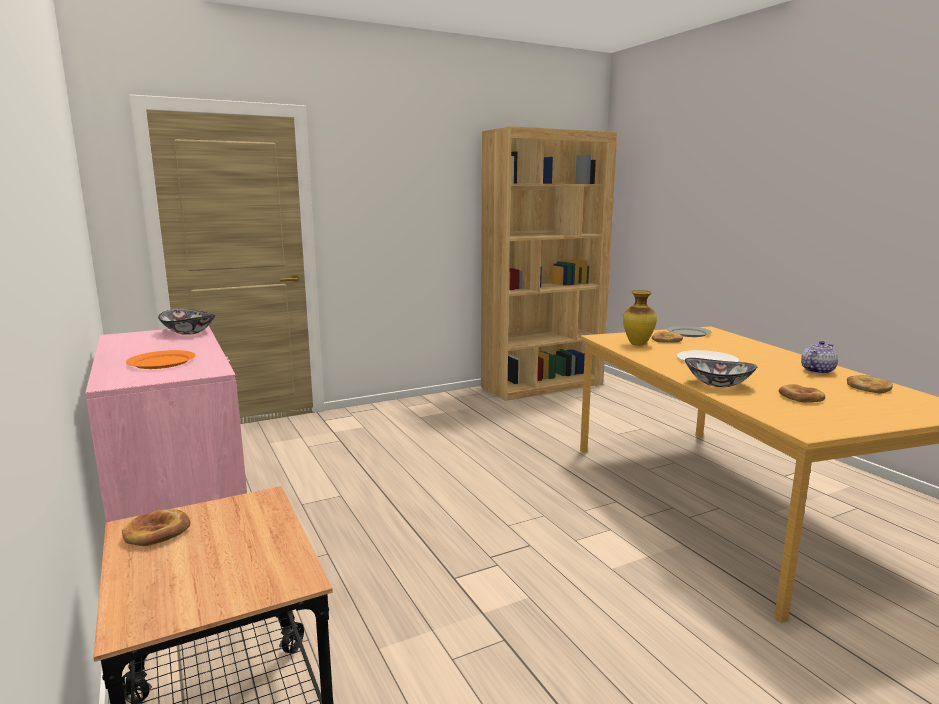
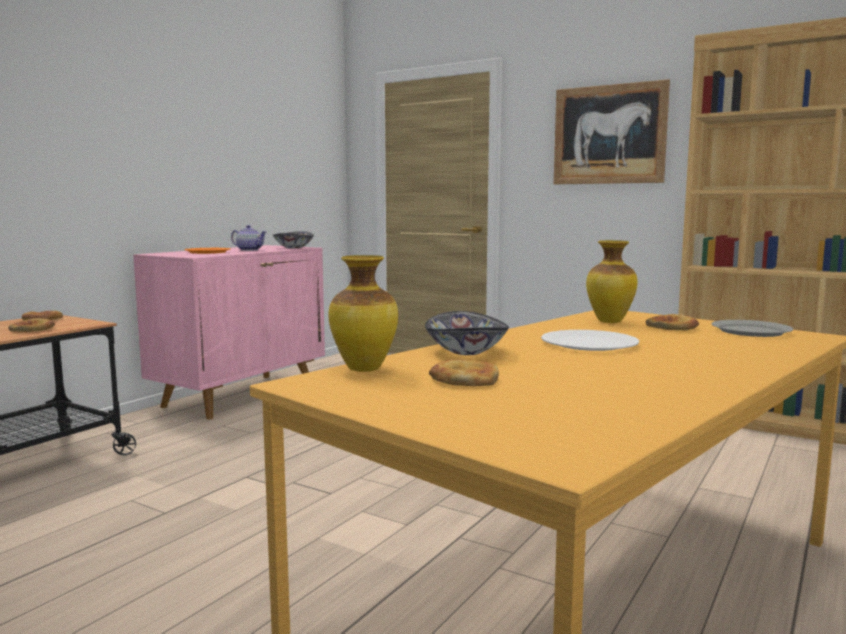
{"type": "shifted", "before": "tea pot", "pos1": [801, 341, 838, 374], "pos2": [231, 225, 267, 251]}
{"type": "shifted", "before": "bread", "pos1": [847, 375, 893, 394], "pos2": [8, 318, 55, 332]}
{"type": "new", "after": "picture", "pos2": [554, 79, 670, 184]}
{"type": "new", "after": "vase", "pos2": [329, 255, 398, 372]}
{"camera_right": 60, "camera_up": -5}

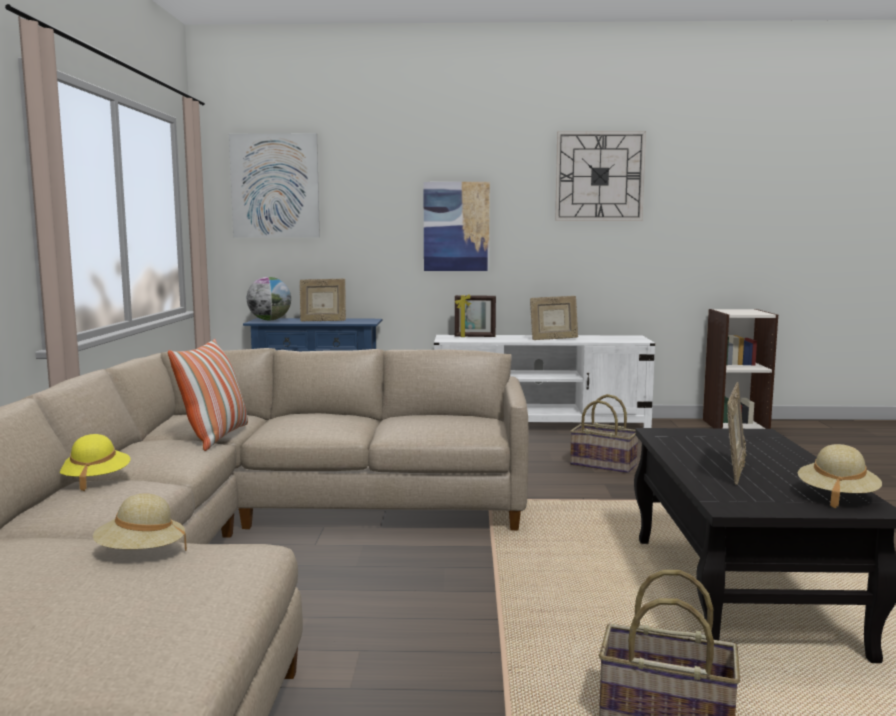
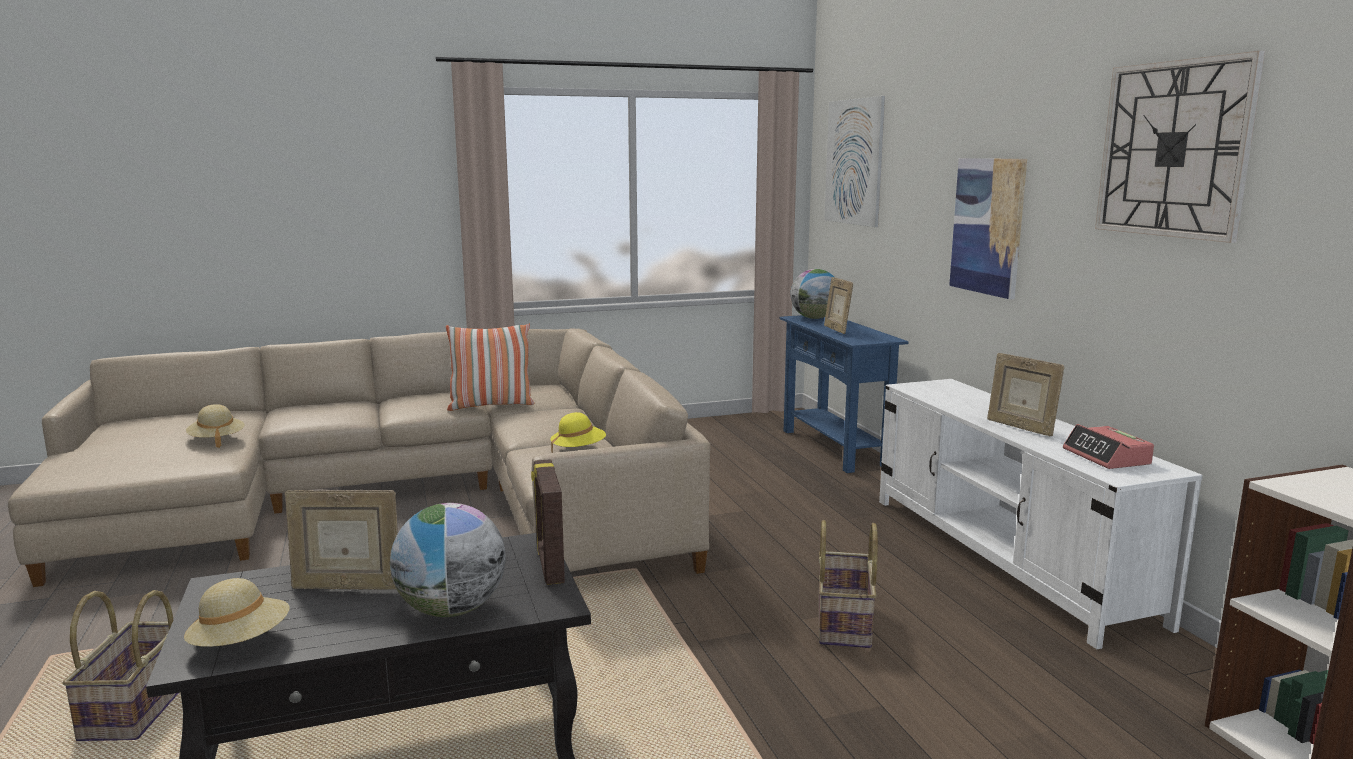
{"type": "shifted", "before": "picture frame", "pos1": [455, 294, 496, 337], "pos2": [531, 459, 565, 585]}
{"type": "shifted", "before": "hat (yellow)", "pos1": [59, 434, 131, 491], "pos2": [550, 412, 606, 453]}
{"type": "new", "after": "bedside clock", "pos2": [1063, 424, 1154, 469]}
{"type": "new", "after": "globe", "pos2": [390, 503, 506, 617]}
{"camera_right": 70, "camera_up": 5}

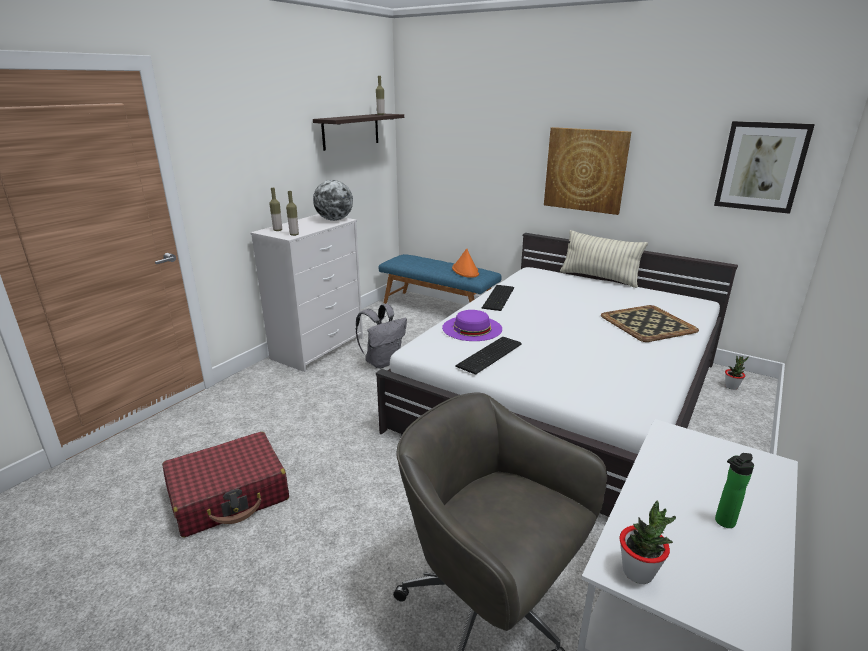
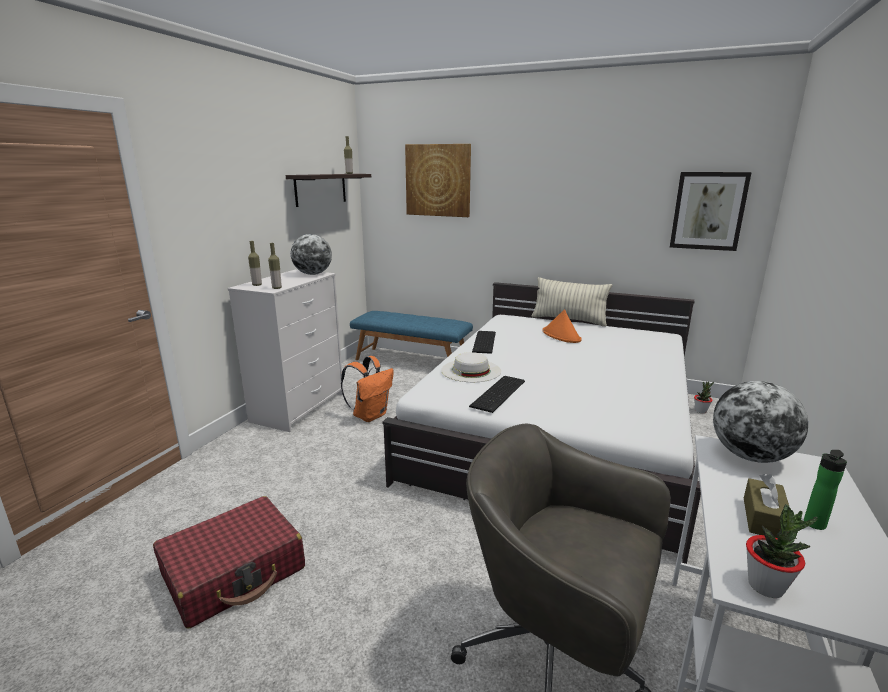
{"type": "shifted", "before": "picture", "pos1": [544, 127, 631, 215], "pos2": [405, 144, 471, 217]}
{"type": "shifted", "before": "hat (orangey)", "pos1": [452, 249, 479, 278], "pos2": [542, 309, 582, 343]}
{"type": "repainted", "before": "rucksack (gray)", "after": "rucksack (orangey)", "pos1": [356, 304, 407, 369], "pos2": [341, 356, 394, 422]}
{"type": "gone", "before": "serving tray", "pos1": [601, 305, 699, 342]}
{"type": "repainted", "before": "hat (purplish)", "after": "hat (white-coloured)", "pos1": [442, 310, 502, 341], "pos2": [441, 352, 501, 382]}
{"type": "new", "after": "globe", "pos2": [713, 381, 808, 463]}
{"type": "new", "after": "tissue box (brown)", "pos2": [744, 474, 790, 538]}
{"camera_right": -10, "camera_up": -5}

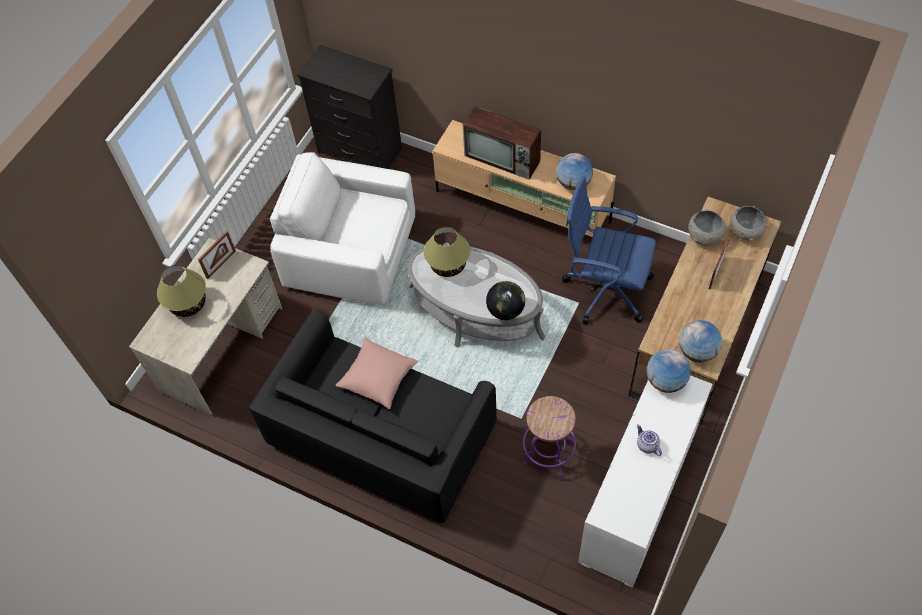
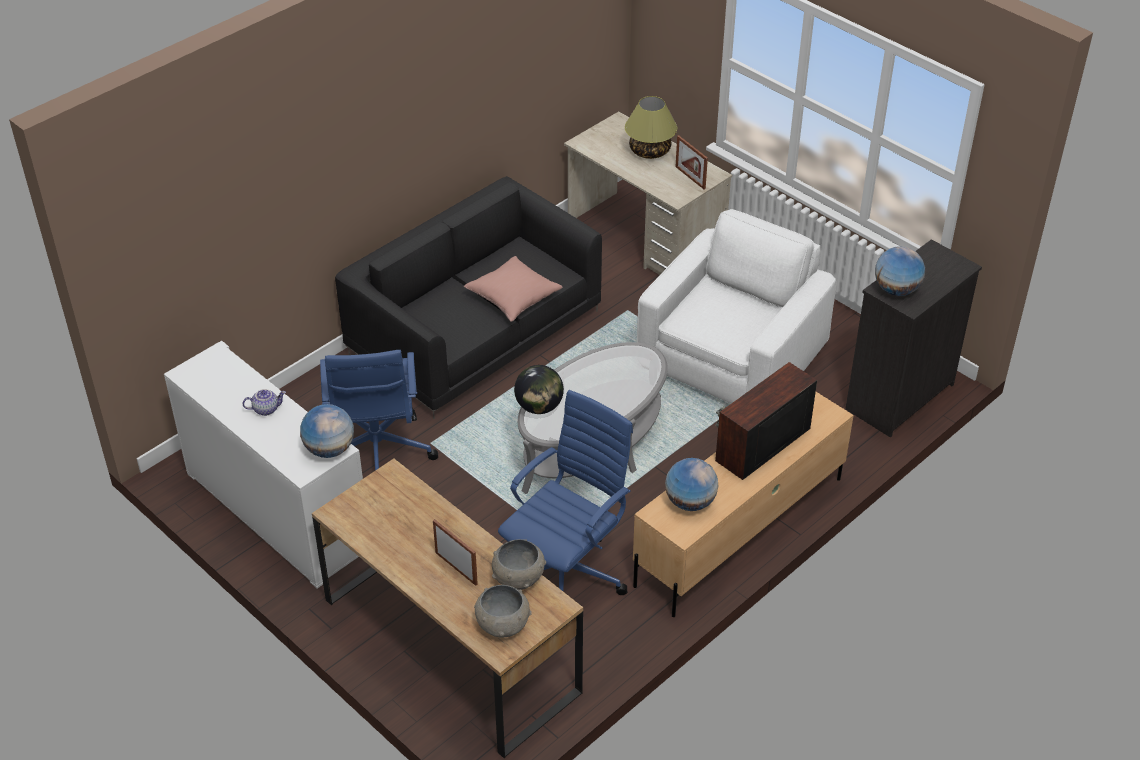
{"type": "gone", "before": "tabletop lamp", "pos1": [424, 227, 470, 277]}
{"type": "shifted", "before": "globe", "pos1": [679, 320, 722, 362], "pos2": [875, 246, 925, 296]}
{"type": "swapped", "before": "stool seat (purplish)", "after": "desk chair (bluish)", "pos1": [523, 396, 576, 476], "pos2": [320, 350, 438, 471]}
{"camera_right": 105, "camera_up": -15}

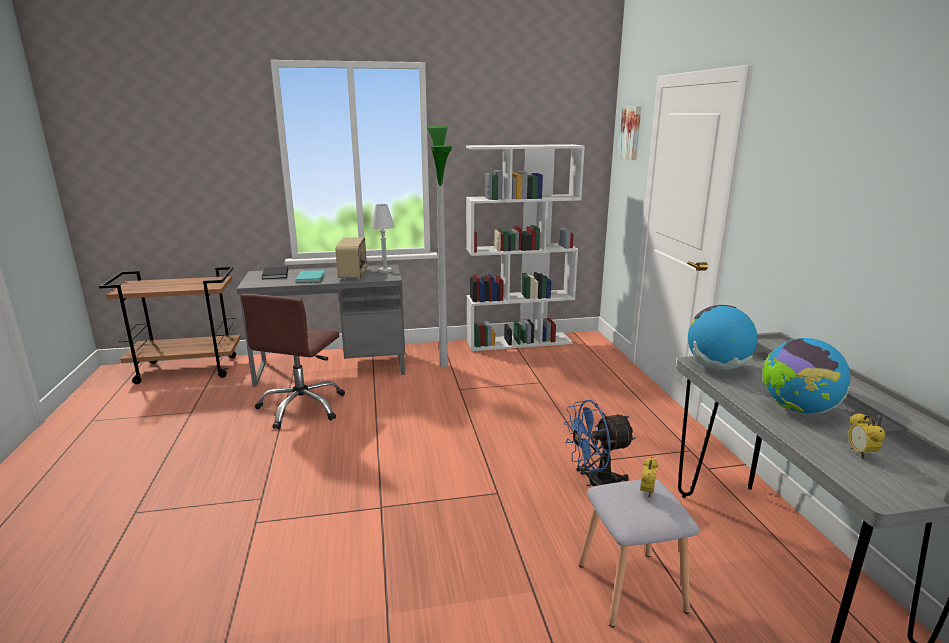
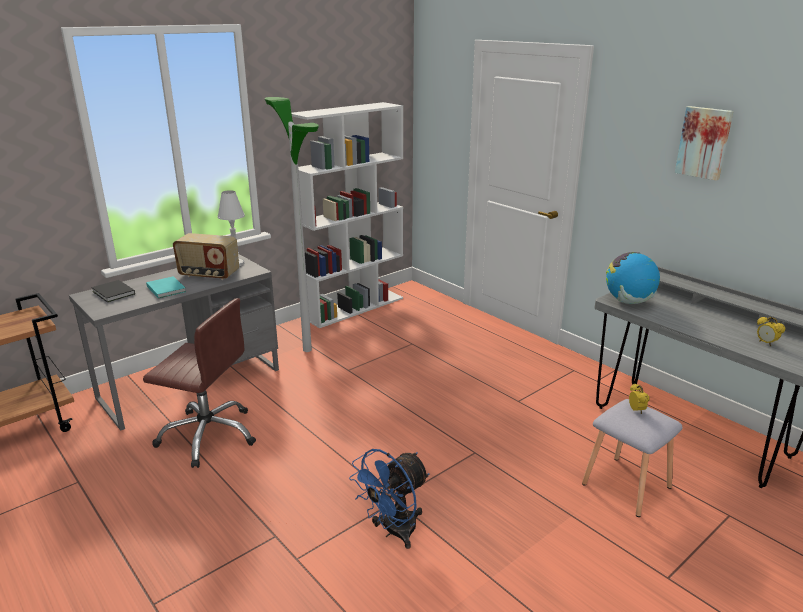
{"type": "shifted", "before": "picture", "pos1": [618, 106, 641, 160], "pos2": [675, 106, 733, 181]}
{"type": "rotated", "before": "radio set", "pos1": [336, 237, 368, 279], "pos2": [173, 233, 239, 280], "turn": 135}
{"type": "rotated", "before": "desk chair (brown)", "pos1": [241, 294, 345, 429], "pos2": [143, 298, 256, 468], "turn": -60}
{"type": "gone", "before": "globe", "pos1": [762, 338, 850, 414]}
{"type": "shifted", "before": "fan (bluish)", "pos1": [564, 400, 635, 486], "pos2": [349, 449, 430, 549]}
{"camera_right": -30, "camera_up": 5}

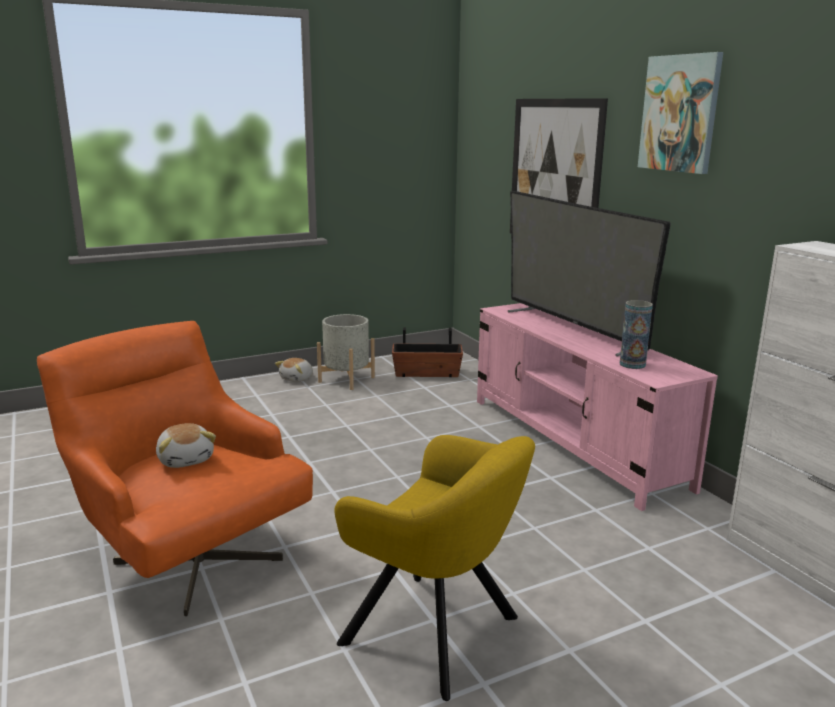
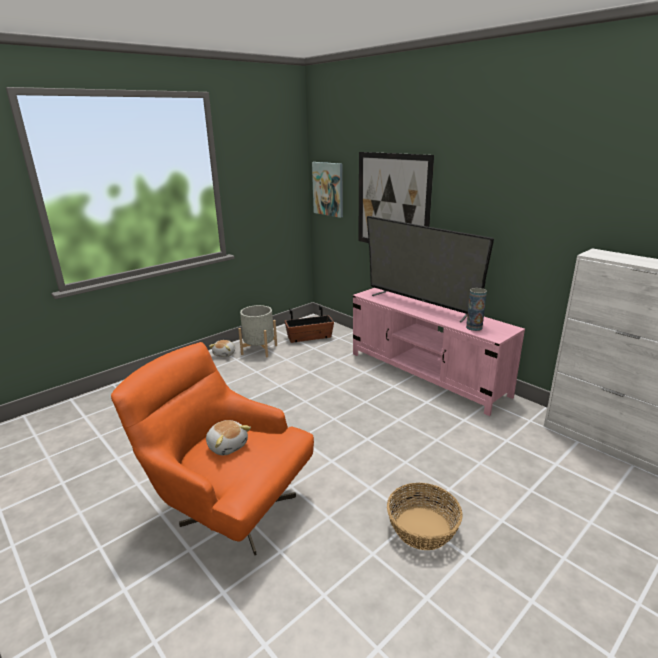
{"type": "shifted", "before": "picture", "pos1": [638, 52, 723, 174], "pos2": [312, 162, 343, 218]}
{"type": "swapped", "before": "lounge chair (yellow)", "after": "storage basket", "pos1": [334, 435, 535, 701], "pos2": [387, 483, 463, 550]}
{"camera_right": -15, "camera_up": 5}

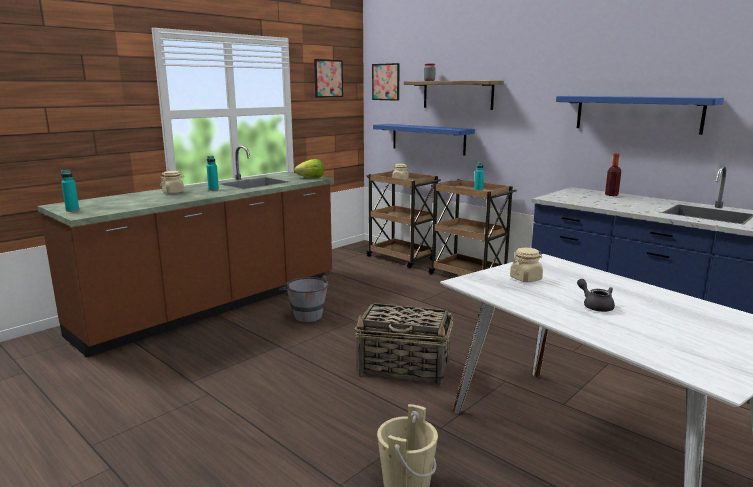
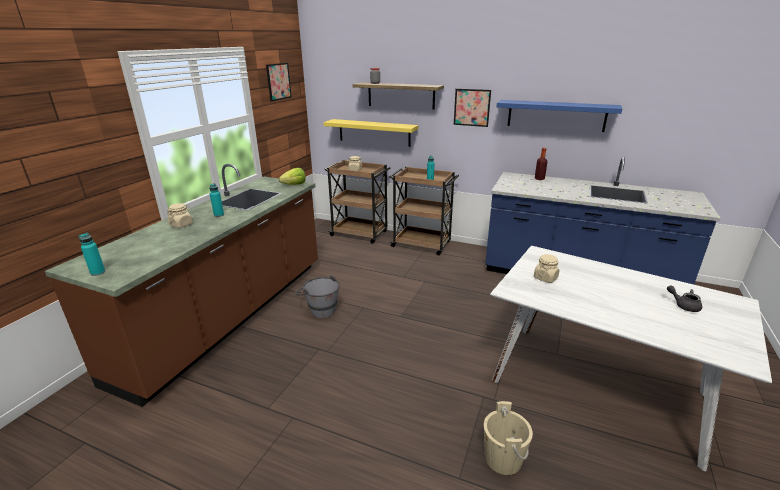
{"type": "shifted", "before": "picture", "pos1": [372, 63, 400, 101], "pos2": [454, 89, 491, 127]}
{"type": "repainted", "before": "wall shelf (bluish)", "after": "wall shelf (yellow)", "pos1": [373, 124, 475, 155], "pos2": [323, 119, 418, 147]}
{"type": "shifted", "before": "tea pot (gray)", "pos1": [577, 279, 615, 312], "pos2": [667, 285, 702, 312]}
{"type": "gone", "before": "storage basket", "pos1": [355, 303, 453, 386]}
{"camera_right": -20, "camera_up": 10}

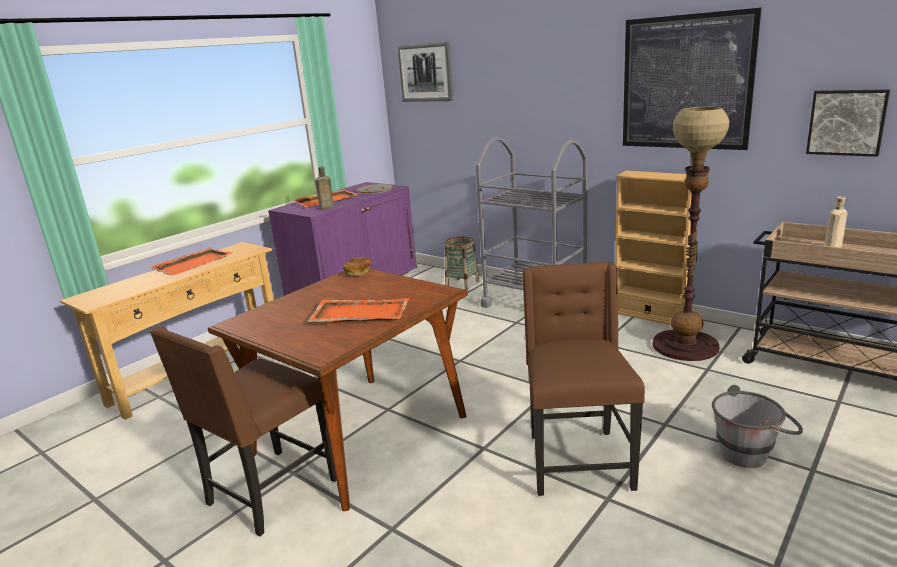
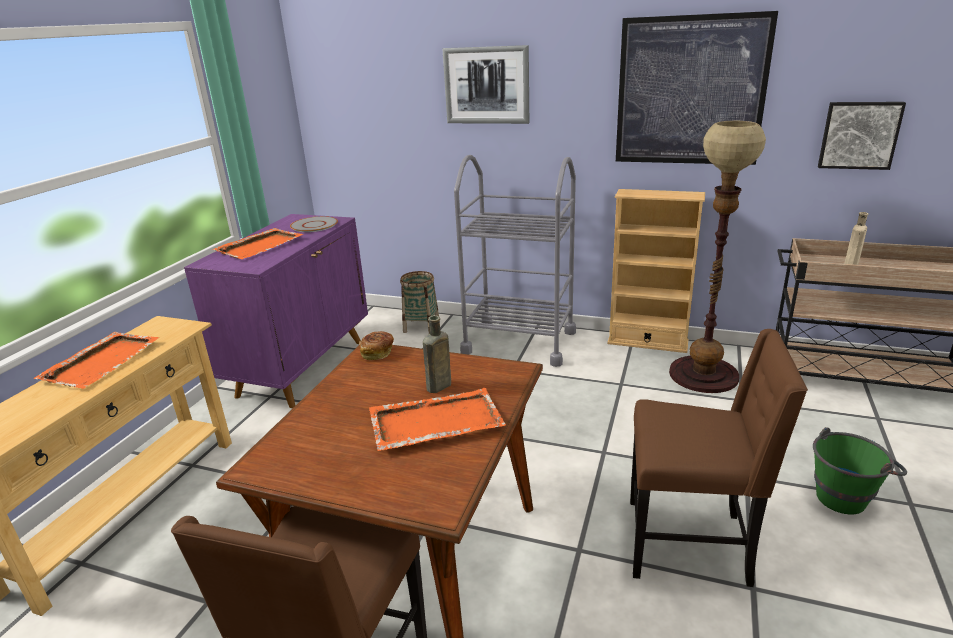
{"type": "shifted", "before": "picture", "pos1": [397, 42, 453, 102], "pos2": [442, 45, 529, 124]}
{"type": "shifted", "before": "beverage bottle (brown)", "pos1": [315, 167, 334, 209], "pos2": [423, 315, 451, 393]}
{"type": "rotated", "before": "upright chair (brown)", "pos1": [522, 262, 645, 496], "pos2": [630, 329, 808, 587], "turn": 120}
{"type": "repainted", "before": "pail (gray)", "after": "pail (greenish)", "pos1": [712, 385, 803, 468], "pos2": [813, 427, 907, 514]}
{"camera_right": -20, "camera_up": 5}

